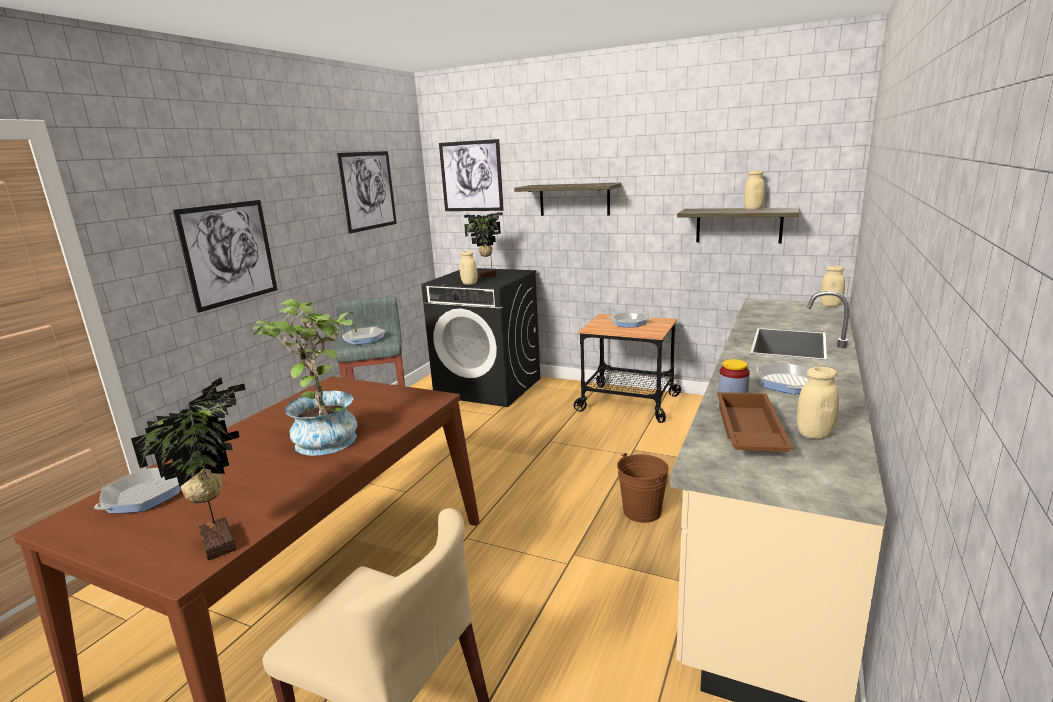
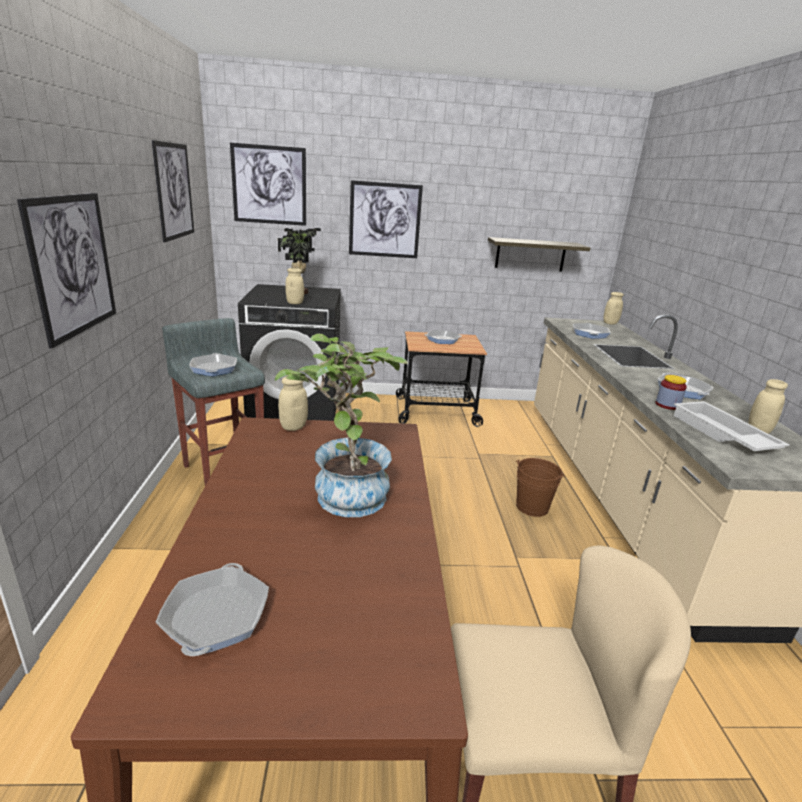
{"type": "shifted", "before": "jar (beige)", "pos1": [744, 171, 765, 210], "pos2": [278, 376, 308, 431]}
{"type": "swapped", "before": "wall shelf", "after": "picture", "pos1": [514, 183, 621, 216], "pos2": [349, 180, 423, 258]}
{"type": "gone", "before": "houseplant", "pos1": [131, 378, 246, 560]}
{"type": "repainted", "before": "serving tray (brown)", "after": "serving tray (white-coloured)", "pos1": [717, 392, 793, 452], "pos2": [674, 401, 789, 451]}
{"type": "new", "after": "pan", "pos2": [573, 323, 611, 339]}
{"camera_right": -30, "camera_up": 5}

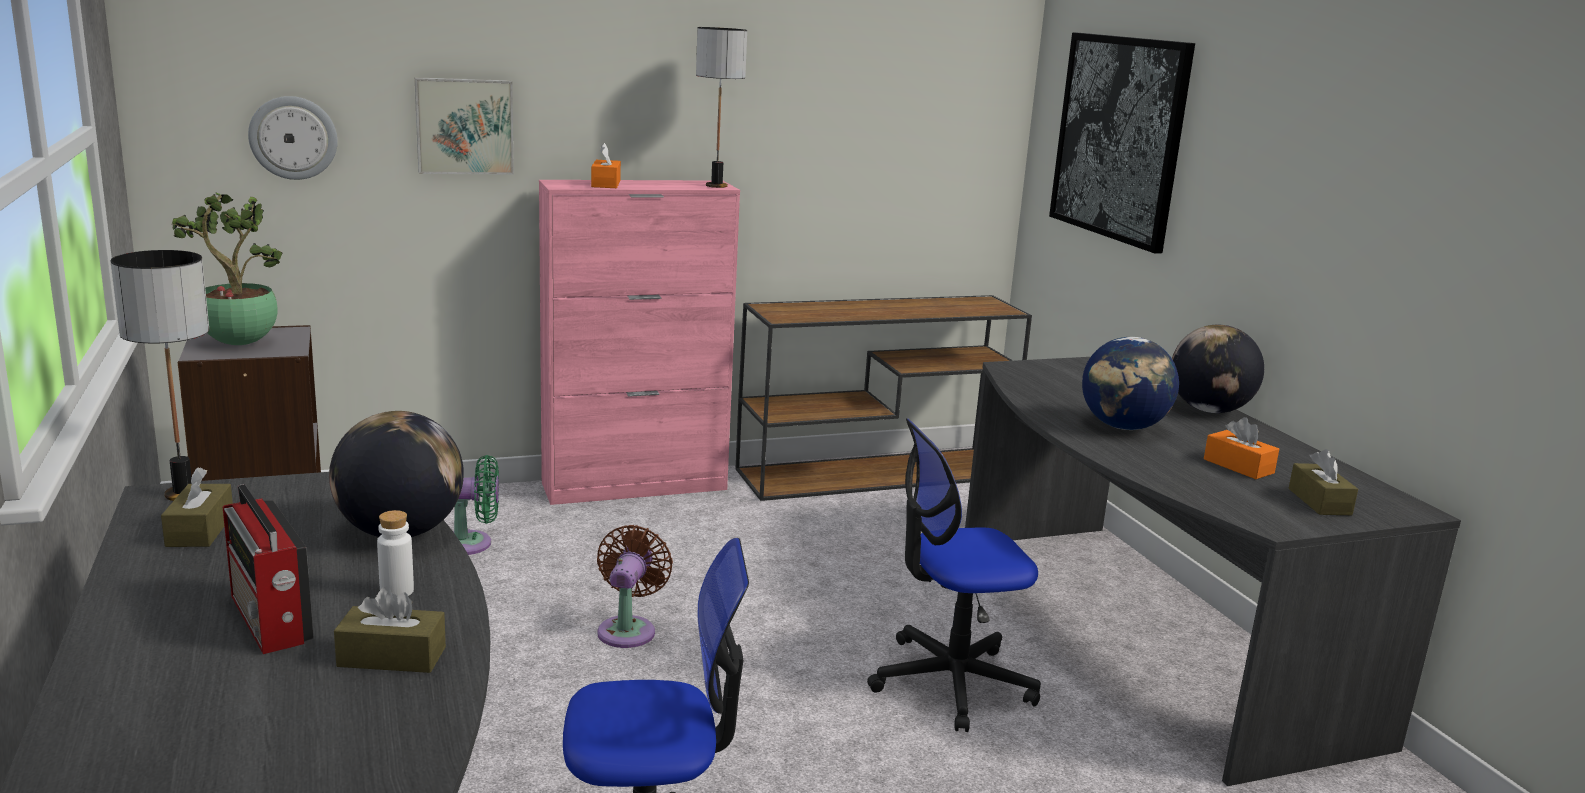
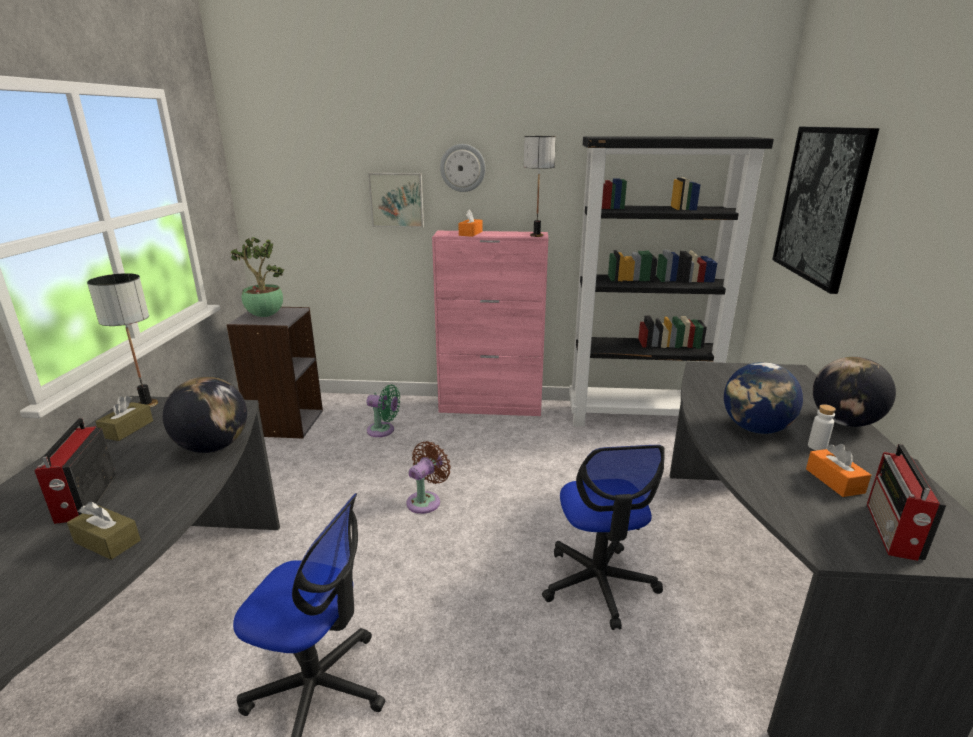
{"type": "shifted", "before": "hanging clock", "pos1": [248, 96, 338, 180], "pos2": [440, 144, 486, 192]}
{"type": "swapped", "before": "hall table (brown)", "after": "bookcase (black-coloured)", "pos1": [736, 295, 1032, 501], "pos2": [569, 136, 774, 426]}
{"type": "rotated", "before": "desk chair", "pos1": [867, 419, 1041, 732], "pos2": [542, 445, 665, 630], "turn": -105}
{"type": "swapped", "before": "tissue box (brown)", "after": "radio set", "pos1": [1288, 449, 1358, 515], "pos2": [867, 444, 947, 561]}
{"type": "shifted", "before": "beverage bottle (white-coloured)", "pos1": [377, 510, 414, 596], "pos2": [808, 404, 836, 451]}
{"camera_right": 25, "camera_up": 5}

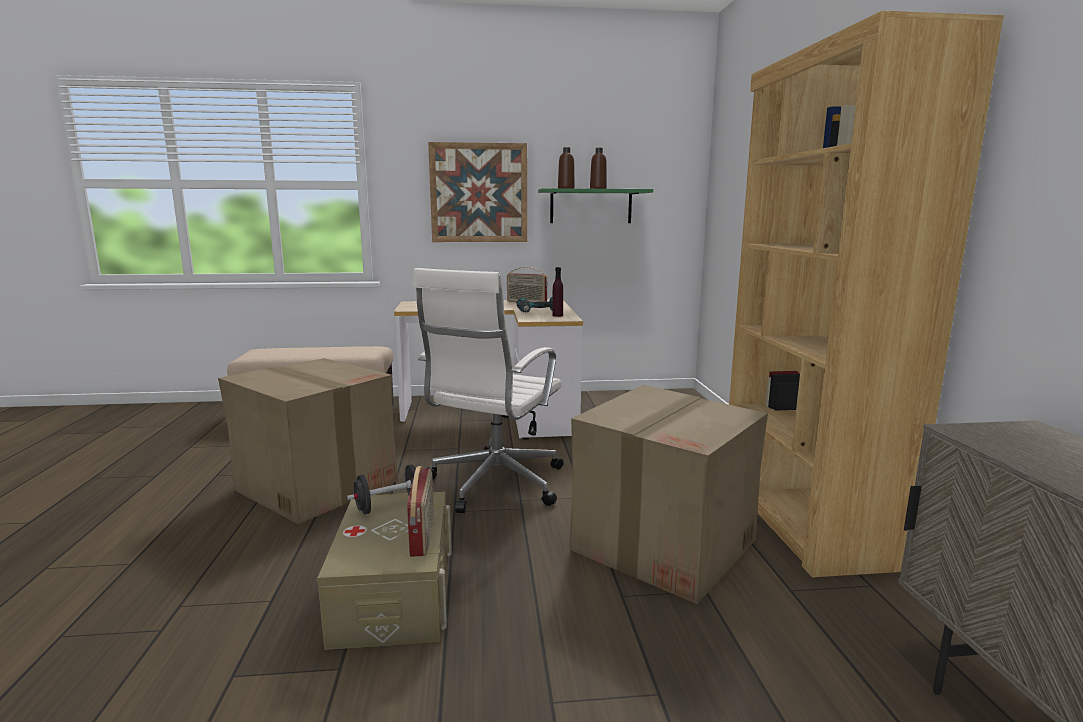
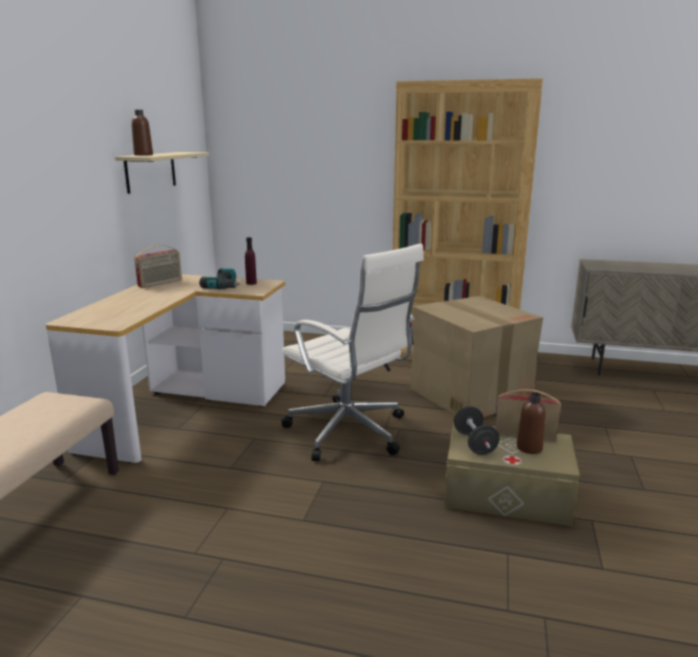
{"type": "gone", "before": "picture", "pos1": [428, 142, 527, 242]}
{"type": "shifted", "before": "beverage bottle (brown)", "pos1": [590, 148, 607, 189], "pos2": [517, 392, 546, 454]}
{"type": "repainted", "before": "wall shelf (greenish)", "after": "wall shelf (beige)", "pos1": [538, 188, 653, 223], "pos2": [115, 152, 209, 194]}
{"type": "gone", "before": "carton", "pos1": [218, 358, 398, 524]}
{"camera_right": -70, "camera_up": 5}

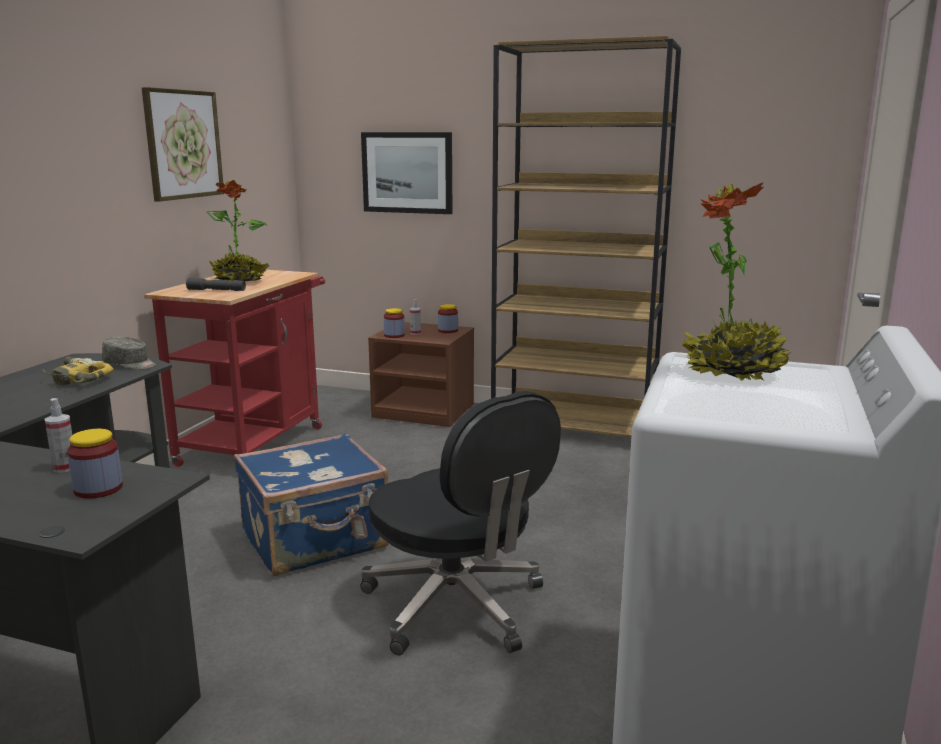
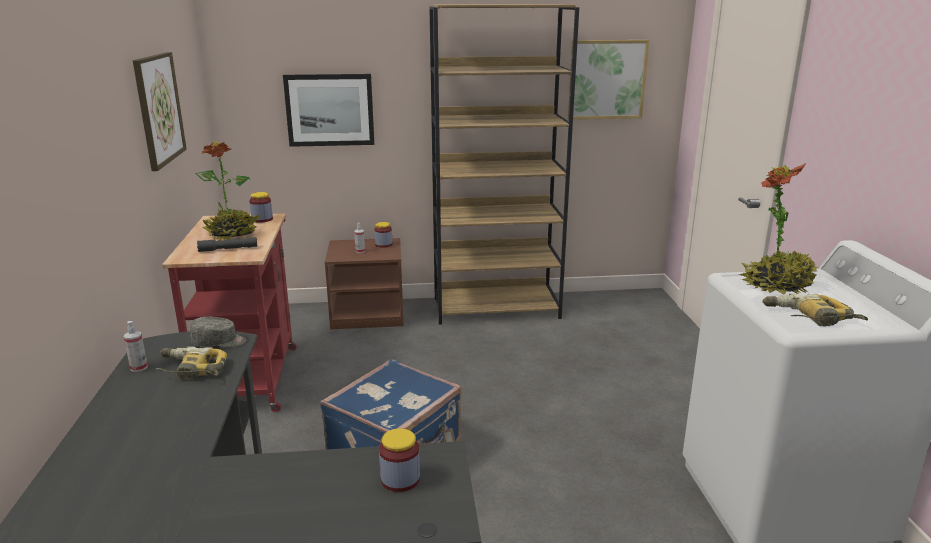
{"type": "shifted", "before": "jar", "pos1": [384, 308, 405, 338], "pos2": [249, 192, 273, 223]}
{"type": "gone", "before": "desk chair (black-coloured)", "pos1": [360, 391, 561, 655]}
{"type": "shifted", "before": "sprayer", "pos1": [45, 398, 72, 473], "pos2": [124, 321, 148, 372]}
{"type": "new", "after": "picture", "pos2": [568, 40, 649, 120]}
{"type": "new", "after": "electric drill", "pos2": [762, 294, 868, 326]}
{"camera_right": -25, "camera_up": 5}

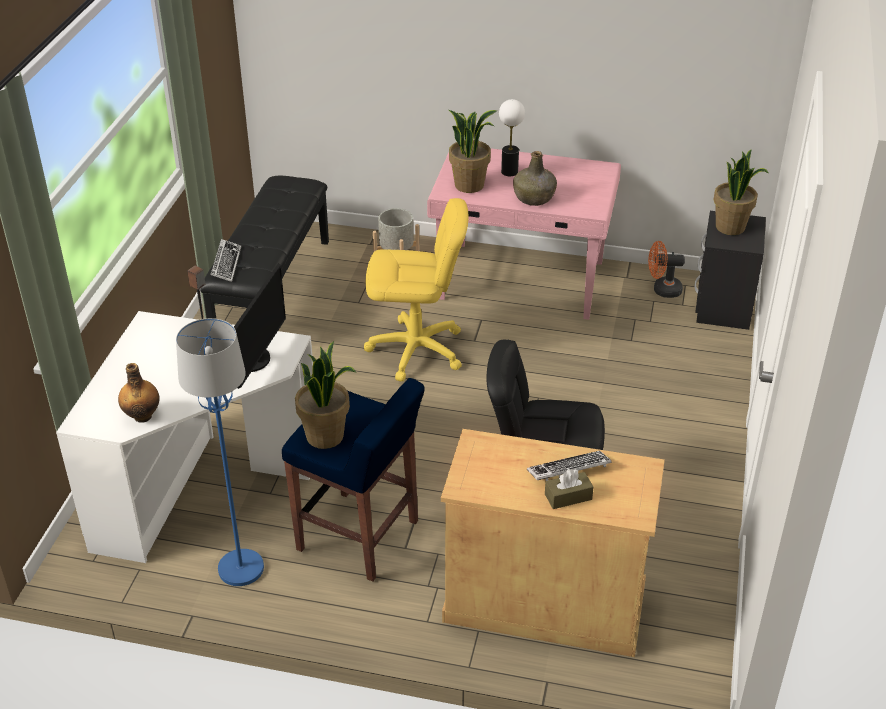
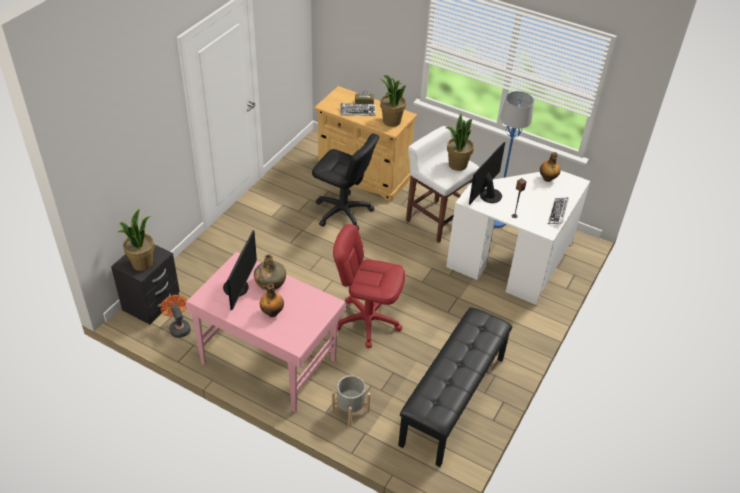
{"type": "swapped", "before": "tabletop lamp", "after": "beverage bottle", "pos1": [499, 99, 525, 176], "pos2": [260, 284, 284, 317]}
{"type": "shifted", "before": "houseplant", "pos1": [449, 110, 497, 193], "pos2": [378, 75, 406, 127]}
{"type": "repainted", "before": "desk chair (yellow)", "after": "desk chair (red)", "pos1": [364, 198, 468, 382], "pos2": [333, 224, 405, 348]}
{"type": "shifted", "before": "computer keyboard", "pos1": [211, 239, 241, 282], "pos2": [548, 198, 569, 224]}
{"type": "rotated", "before": "fan (orangey)", "pos1": [648, 241, 685, 298], "pos2": [160, 295, 191, 338], "turn": -135}
{"type": "repainted", "before": "stool seat (bluish)", "after": "stool seat (white-coloured)", "pos1": [282, 378, 425, 582], "pos2": [406, 126, 479, 243]}
{"type": "new", "after": "monitor", "pos2": [223, 230, 257, 310]}
{"camera_right": -165, "camera_up": 5}

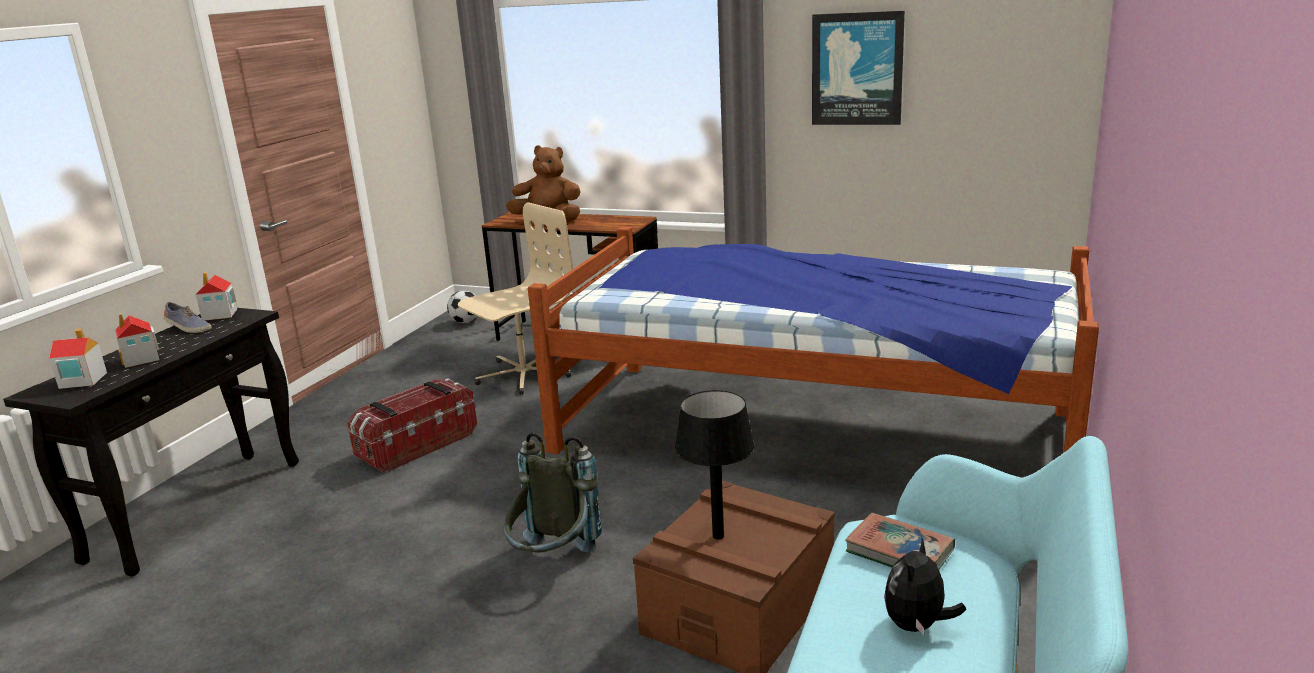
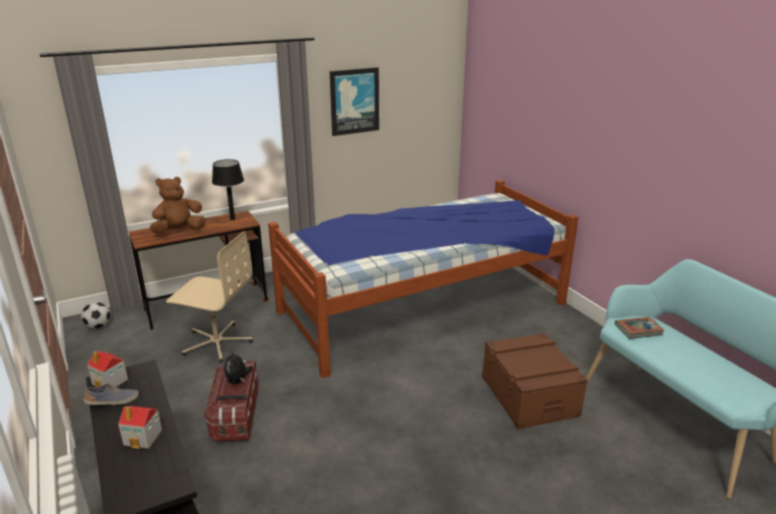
{"type": "rotated", "before": "desk chair (beige)", "pos1": [458, 202, 573, 395], "pos2": [166, 231, 253, 363], "turn": 105}
{"type": "gone", "before": "toy house", "pos1": [49, 329, 107, 389]}
{"type": "shifted", "before": "tabletop lamp (black-coloured)", "pos1": [675, 390, 755, 540], "pos2": [212, 159, 244, 220]}
{"type": "gone", "before": "rucksack (gray)", "pos1": [504, 432, 602, 553]}
{"type": "shifted", "before": "cuddly toy", "pos1": [884, 538, 966, 635], "pos2": [224, 350, 252, 384]}
{"camera_right": -50, "camera_up": 5}

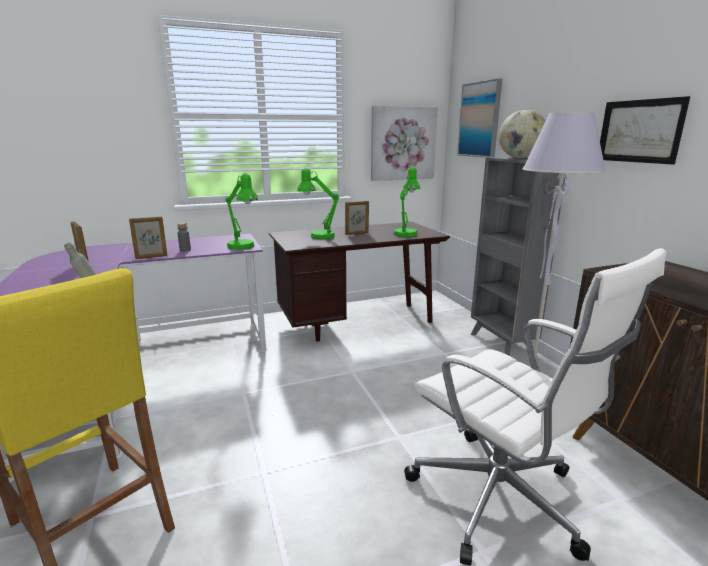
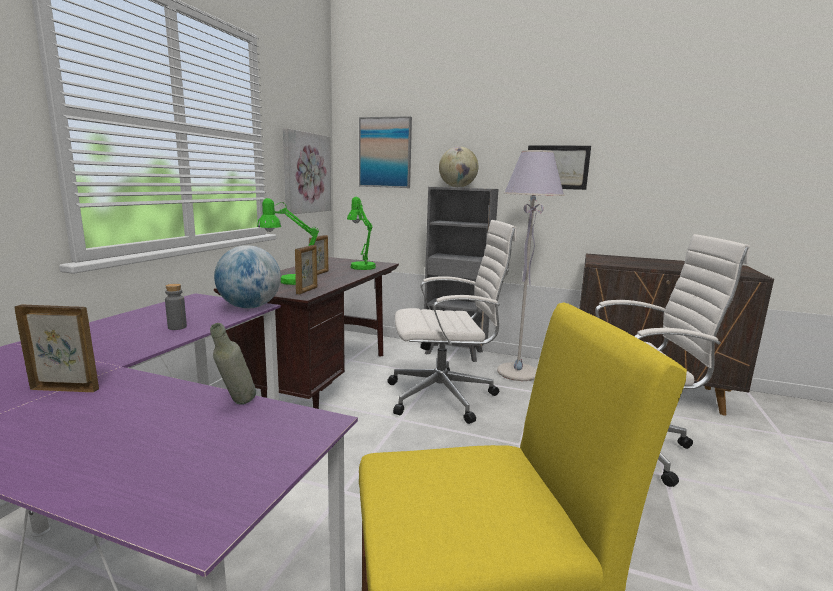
{"type": "swapped", "before": "tabletop lamp (greenish)", "after": "globe", "pos1": [225, 173, 258, 250], "pos2": [214, 245, 281, 309]}
{"type": "shifted", "before": "picture frame", "pos1": [129, 217, 167, 259], "pos2": [295, 245, 317, 295]}
{"type": "new", "after": "desk chair (white-coloured)", "pos2": [387, 220, 517, 424]}
{"camera_right": -50, "camera_up": -5}

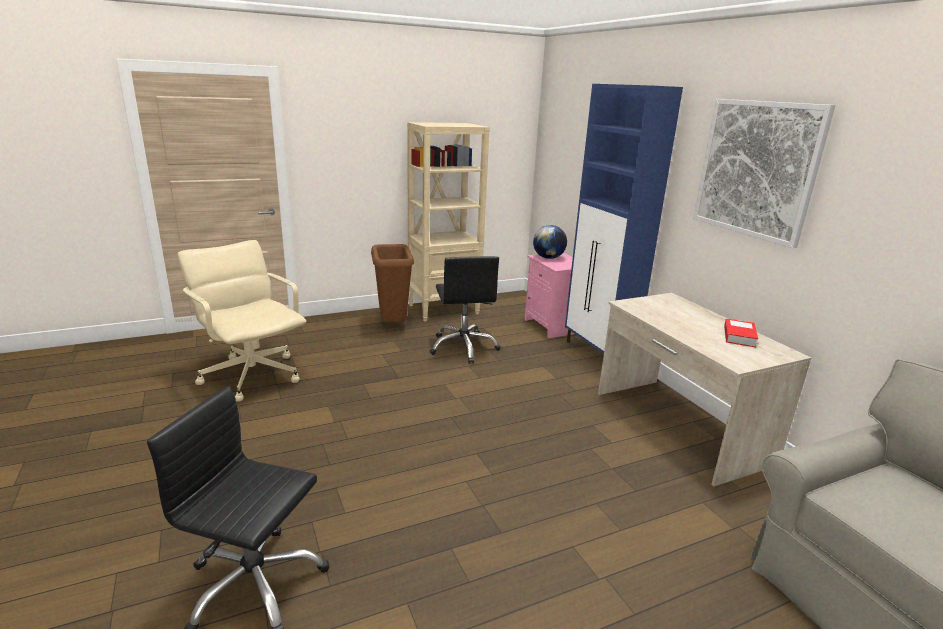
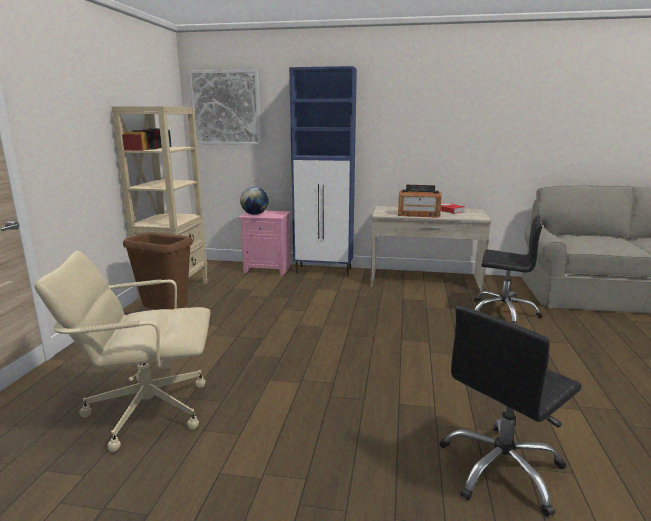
{"type": "shifted", "before": "picture", "pos1": [693, 99, 835, 248], "pos2": [188, 70, 261, 145]}
{"type": "shifted", "before": "desk chair (black-coloured)", "pos1": [430, 256, 501, 363], "pos2": [474, 215, 543, 325]}
{"type": "new", "after": "radio set", "pos2": [398, 185, 442, 218]}
{"camera_right": -55, "camera_up": -5}

